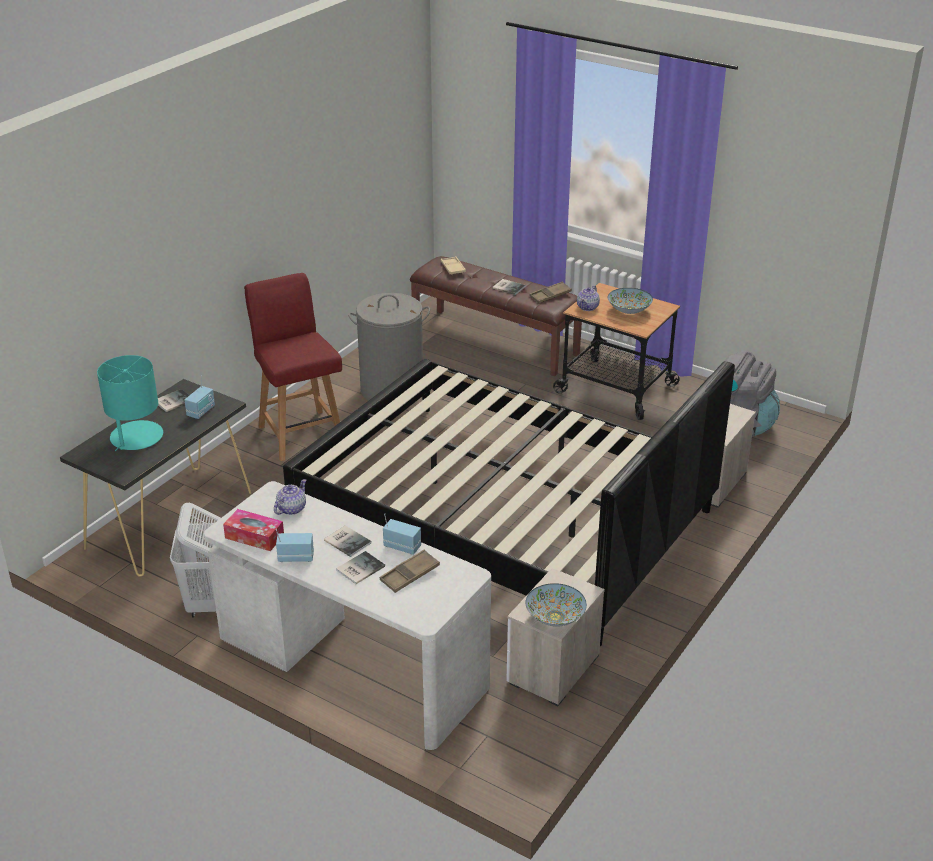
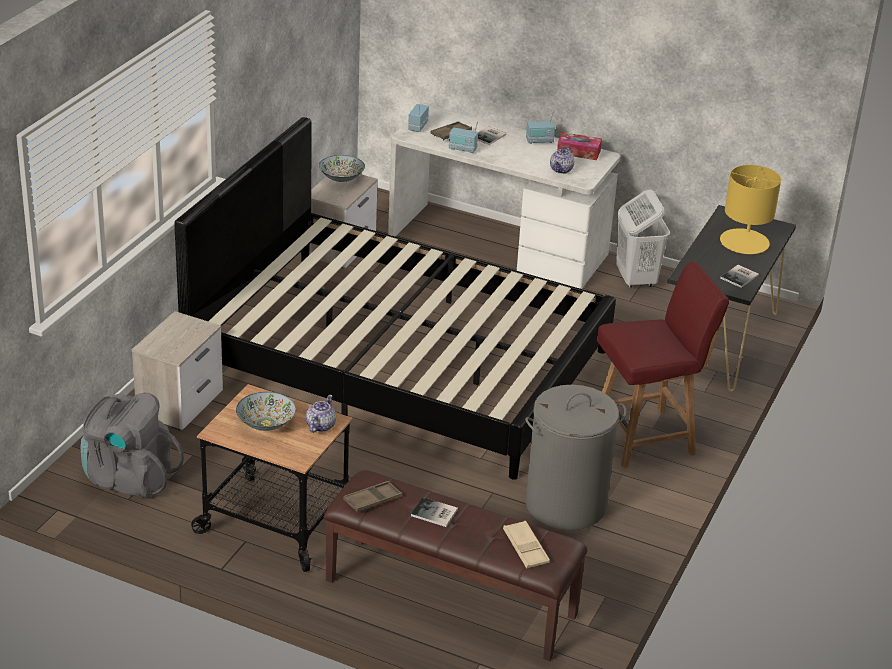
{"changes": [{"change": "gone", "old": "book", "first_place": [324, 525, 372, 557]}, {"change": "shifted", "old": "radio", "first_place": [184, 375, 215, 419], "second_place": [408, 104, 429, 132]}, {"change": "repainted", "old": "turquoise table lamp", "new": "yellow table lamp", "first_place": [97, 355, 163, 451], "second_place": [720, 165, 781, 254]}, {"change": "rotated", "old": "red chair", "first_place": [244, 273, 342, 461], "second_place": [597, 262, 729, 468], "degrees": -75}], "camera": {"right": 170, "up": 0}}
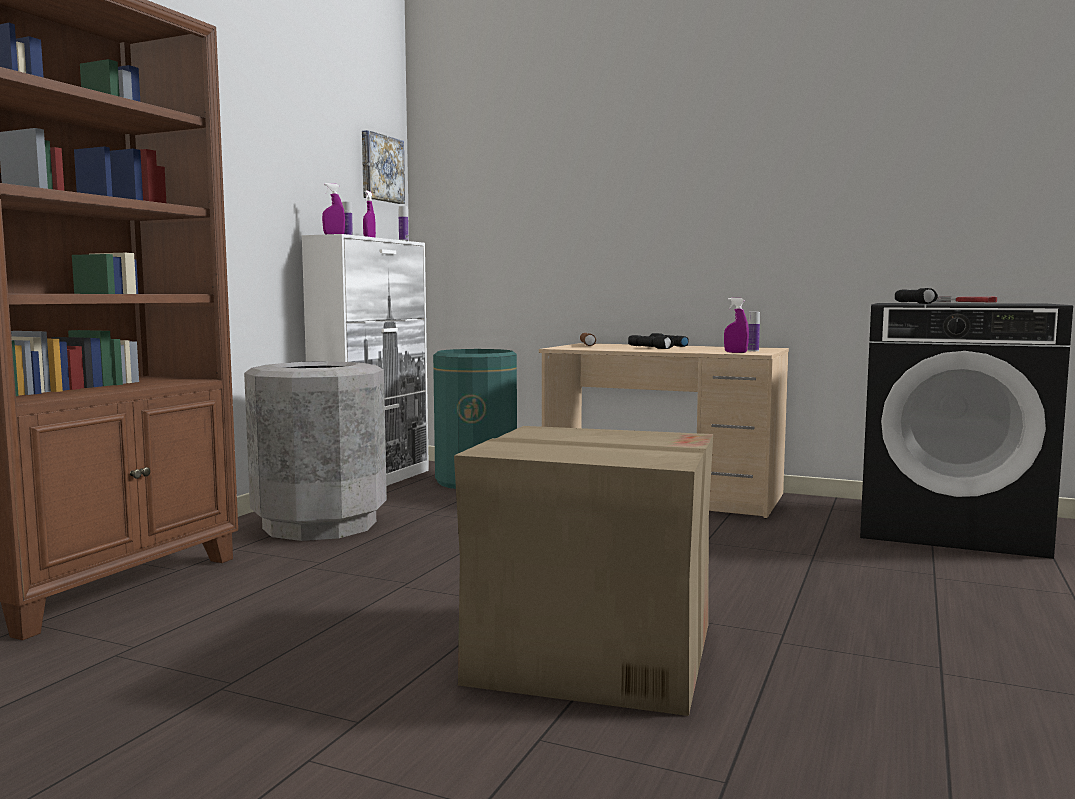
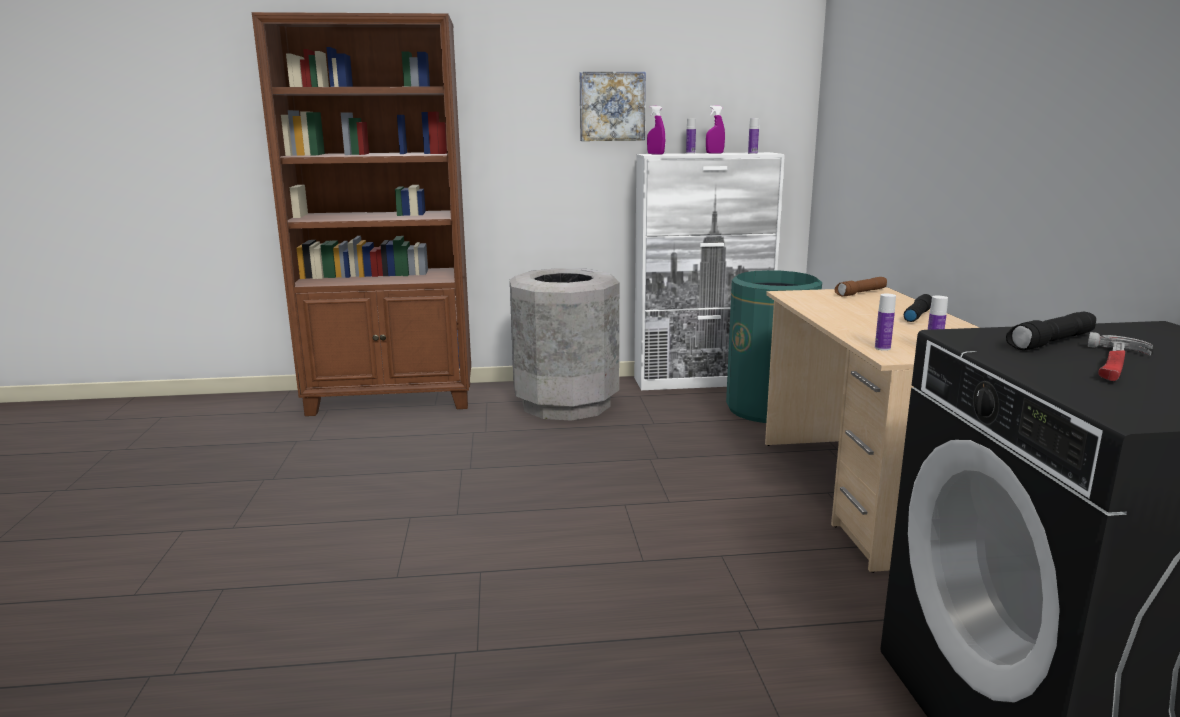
{"changes": [{"change": "gone", "old": "cardboard box", "first_place": [454, 426, 713, 716]}, {"change": "gone", "old": "black flashlight", "first_place": [628, 335, 674, 349]}, {"change": "shifted", "old": "picture", "first_place": [362, 130, 405, 204], "second_place": [580, 72, 646, 141]}, {"change": "swapped", "old": "purple spray bottle", "new": "bottle", "first_place": [724, 298, 749, 353], "second_place": [875, 294, 896, 351]}], "camera": {"right": 60, "up": 10}}
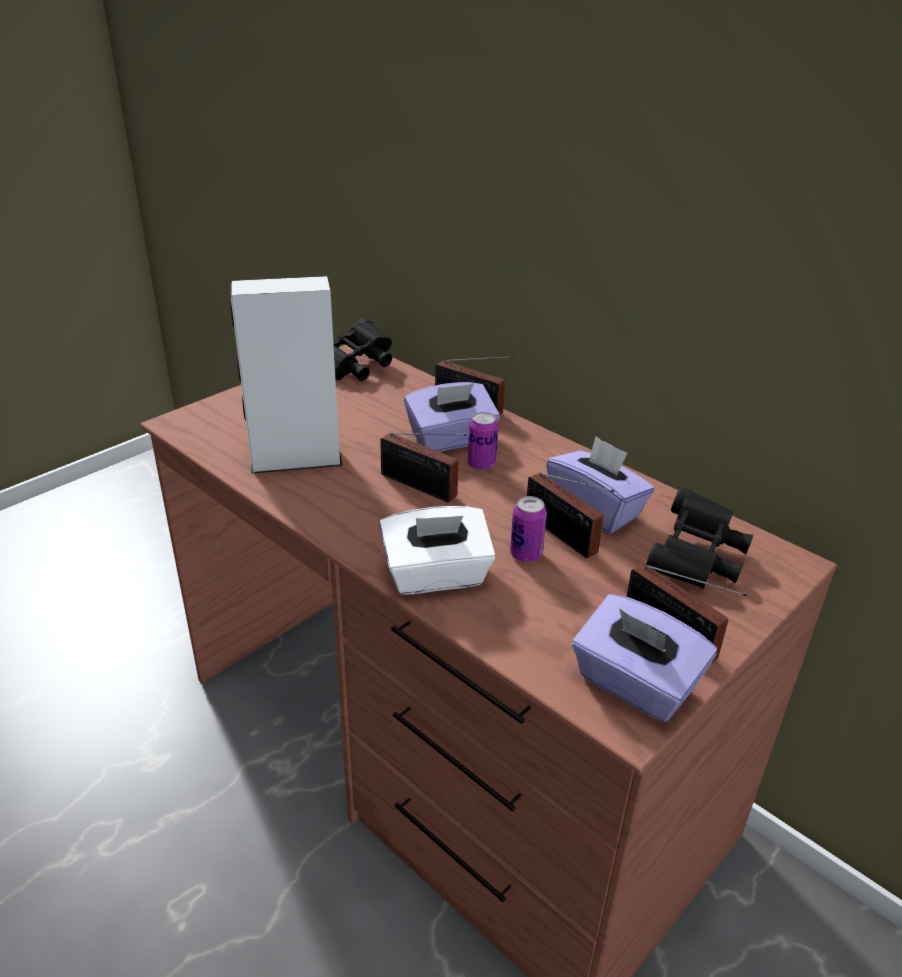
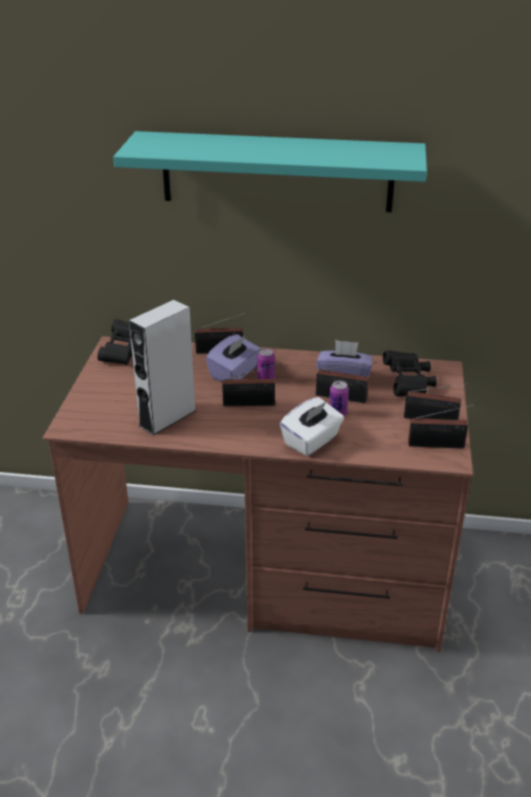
{"changes": [{"change": "new", "new": "turquoise shelf", "second_place": [113, 131, 427, 212]}, {"change": "swapped", "old": "purple tissue box", "new": "radio", "first_place": [572, 594, 717, 722], "second_place": [408, 404, 477, 449]}], "camera": {"right": -35, "up": 0}}
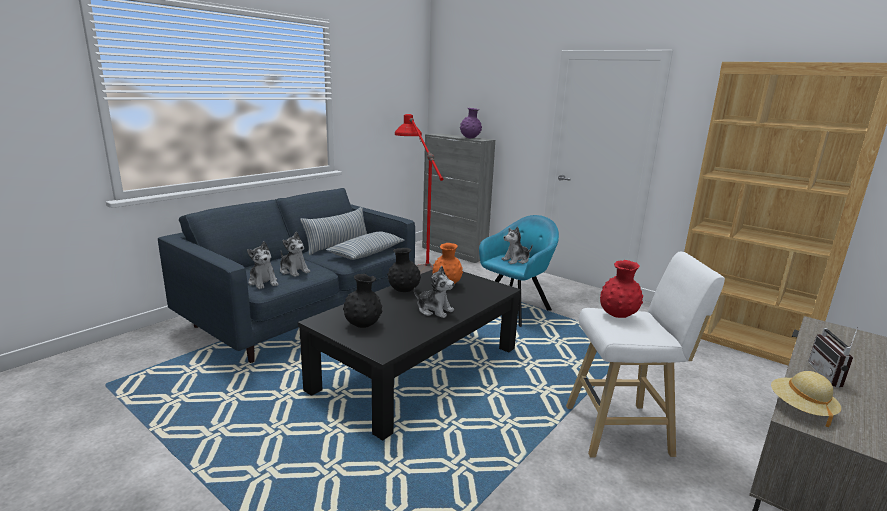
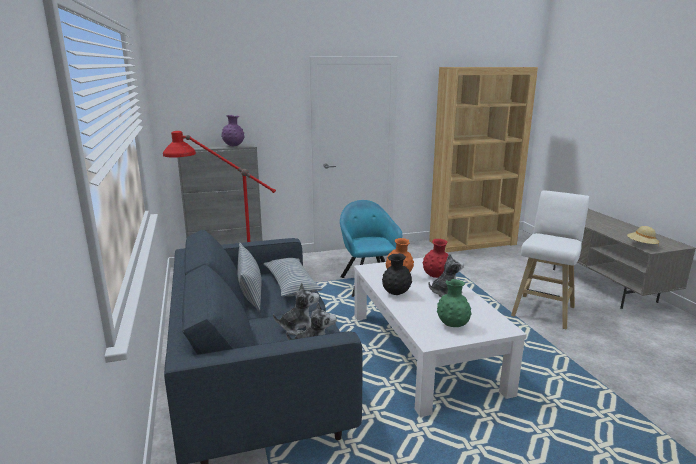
{"changes": [{"change": "gone", "old": "plush toy", "first_place": [502, 226, 533, 264]}, {"change": "gone", "old": "radio", "first_place": [808, 327, 858, 388]}, {"change": "shifted", "old": "red vase", "first_place": [600, 260, 643, 318], "second_place": [422, 239, 448, 278]}, {"change": "repainted", "old": "black coffee table", "new": "white coffee table", "first_place": [298, 270, 521, 441], "second_place": [354, 257, 527, 417]}, {"change": "repainted", "old": "black vase", "new": "green vase", "first_place": [343, 274, 382, 328], "second_place": [437, 279, 472, 327]}], "camera": {"right": -55, "up": 0}}
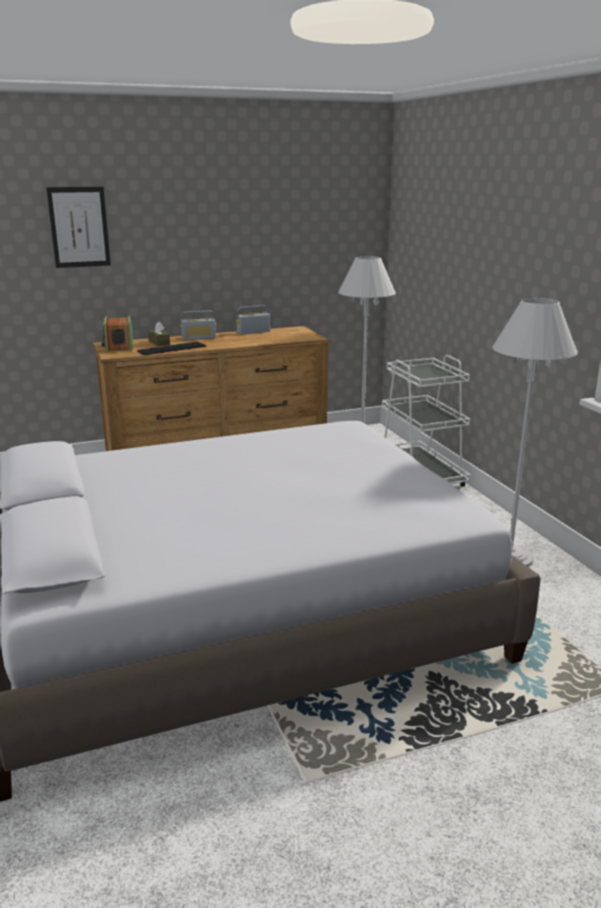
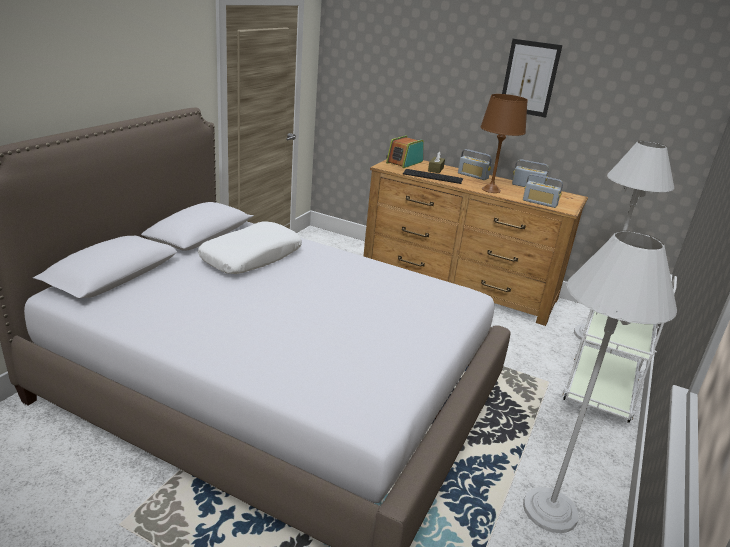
{"changes": [{"change": "new", "new": "white pillow", "second_place": [198, 221, 302, 274]}, {"change": "new", "new": "brown table lamp", "second_place": [480, 94, 528, 193]}, {"change": "new", "new": "radio", "second_place": [523, 174, 563, 208]}, {"change": "shifted", "old": "picture", "first_place": [46, 187, 111, 268], "second_place": [502, 39, 562, 118]}], "camera": {"right": 45, "up": 5}}
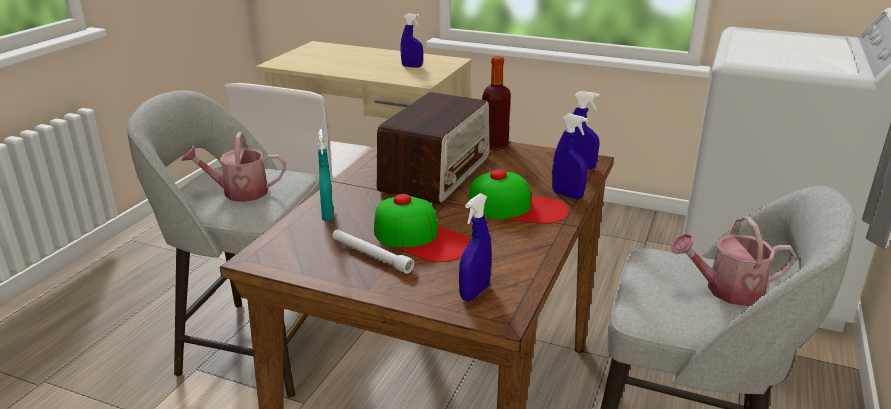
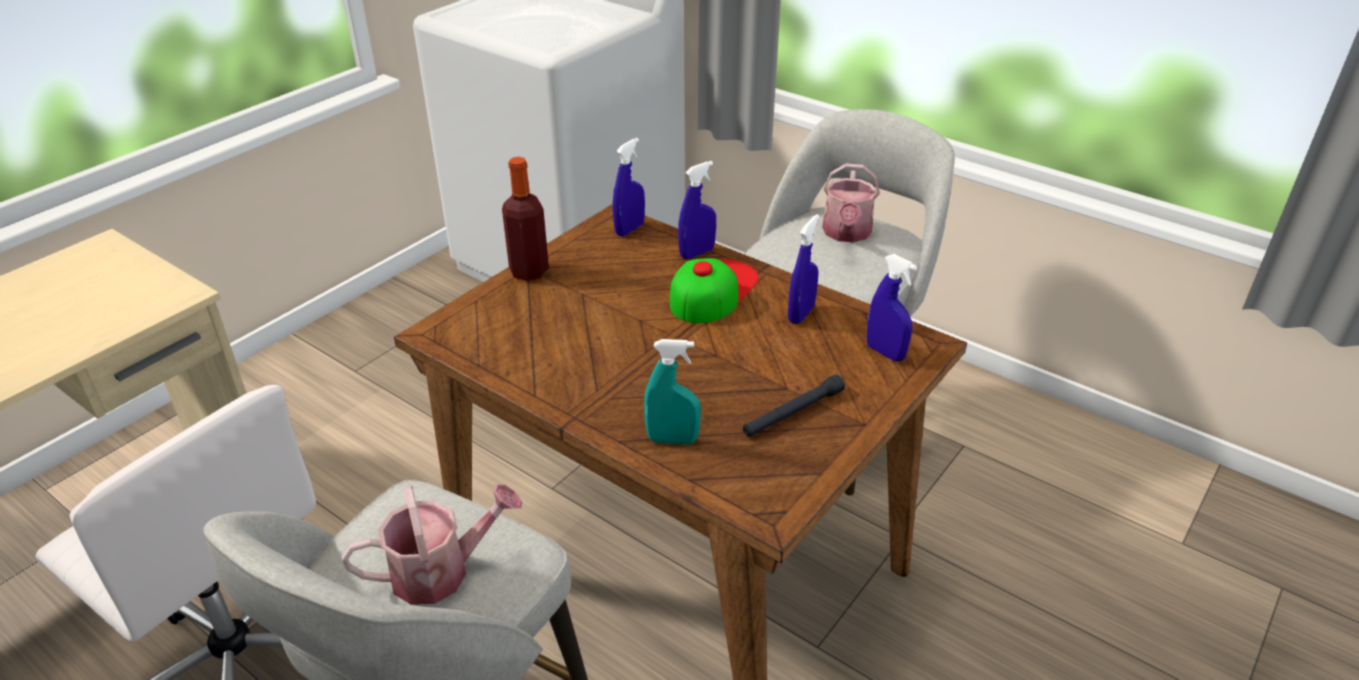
{"changes": [{"change": "gone", "old": "cap", "first_place": [374, 194, 470, 262]}, {"change": "gone", "old": "radio", "first_place": [377, 92, 490, 204]}, {"change": "shifted", "old": "blue spray bottle", "first_place": [400, 13, 423, 68], "second_place": [788, 214, 819, 324]}, {"change": "repainted", "old": "white flashlight", "new": "black flashlight", "first_place": [332, 229, 414, 274], "second_place": [743, 374, 845, 437]}, {"change": "rotated", "old": "watering can", "first_place": [181, 132, 286, 202], "second_place": [342, 484, 522, 605], "degrees": -120}], "camera": {"right": -75, "up": 10}}
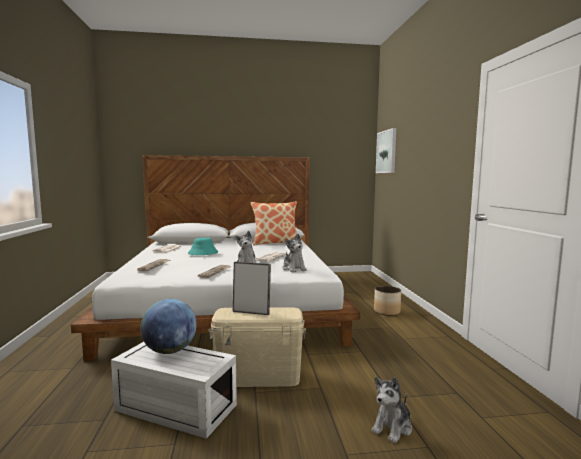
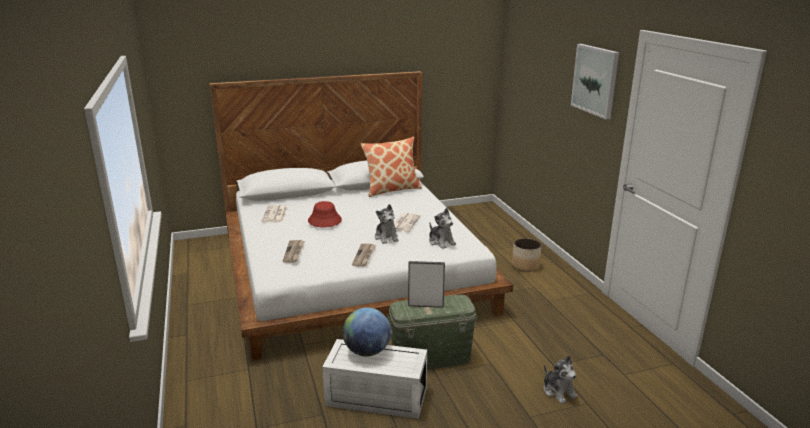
{"changes": [{"change": "shifted", "old": "picture", "first_place": [376, 128, 396, 173], "second_place": [571, 44, 619, 119]}, {"change": "repainted", "old": "turquoise hat", "new": "red hat", "first_place": [188, 238, 218, 255], "second_place": [308, 201, 342, 228]}, {"change": "repainted", "old": "beige storage box", "new": "green storage box", "first_place": [208, 307, 306, 387], "second_place": [387, 295, 478, 370]}, {"change": "rotated", "old": "plush toy", "first_place": [371, 377, 412, 443], "second_place": [543, 355, 577, 404], "degrees": -60}], "camera": {"right": -10, "up": 15}}
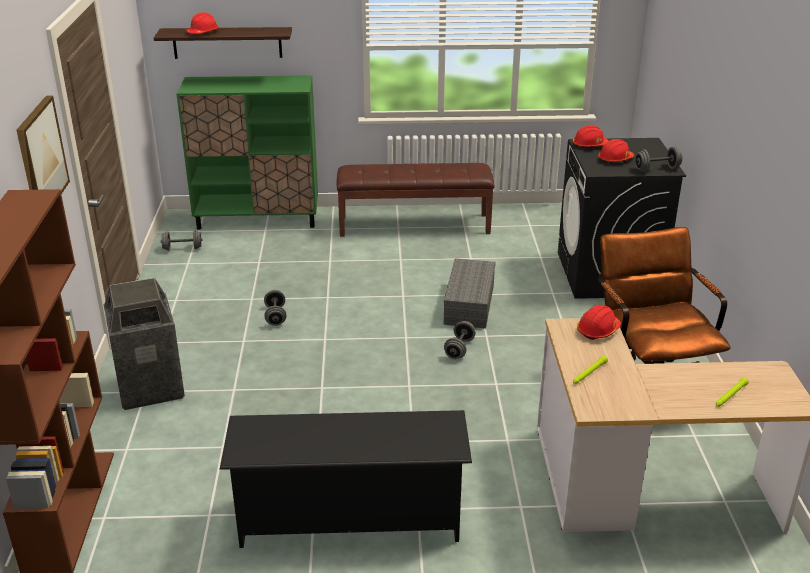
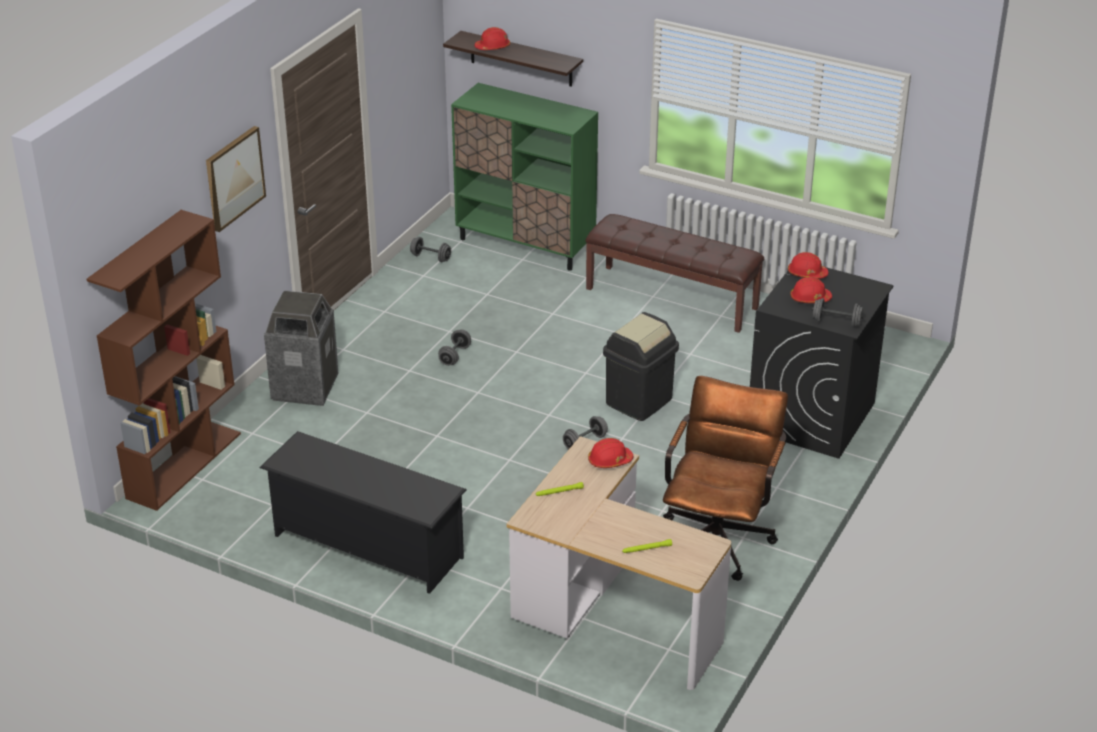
{"changes": [{"change": "swapped", "old": "grey storage box", "new": "black trash can", "first_place": [444, 259, 496, 329], "second_place": [603, 312, 679, 421]}], "camera": {"right": 30, "up": 5}}
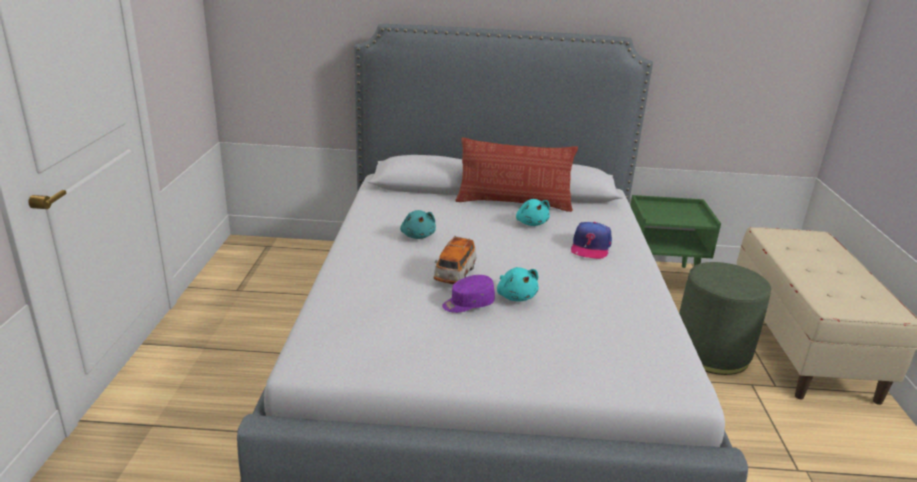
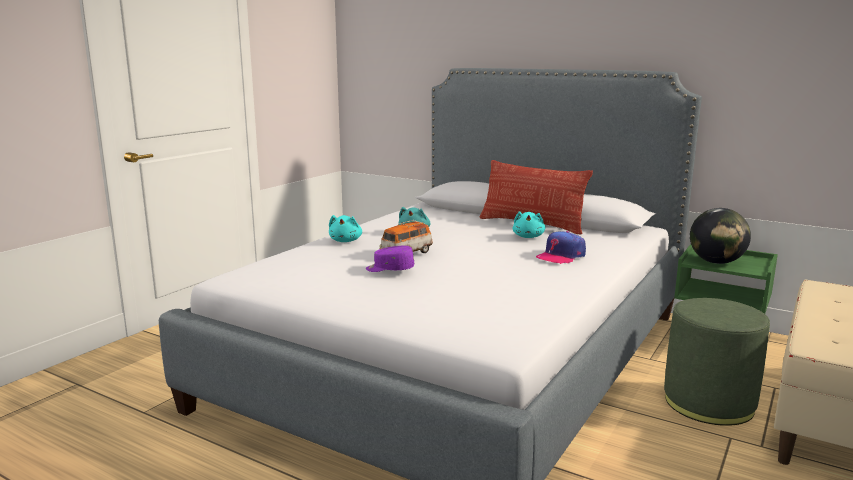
{"changes": [{"change": "new", "new": "globe", "second_place": [690, 208, 751, 264]}, {"change": "shifted", "old": "turquoise plush toy", "first_place": [497, 267, 539, 301], "second_place": [329, 215, 362, 242]}], "camera": {"right": 30, "up": -10}}
